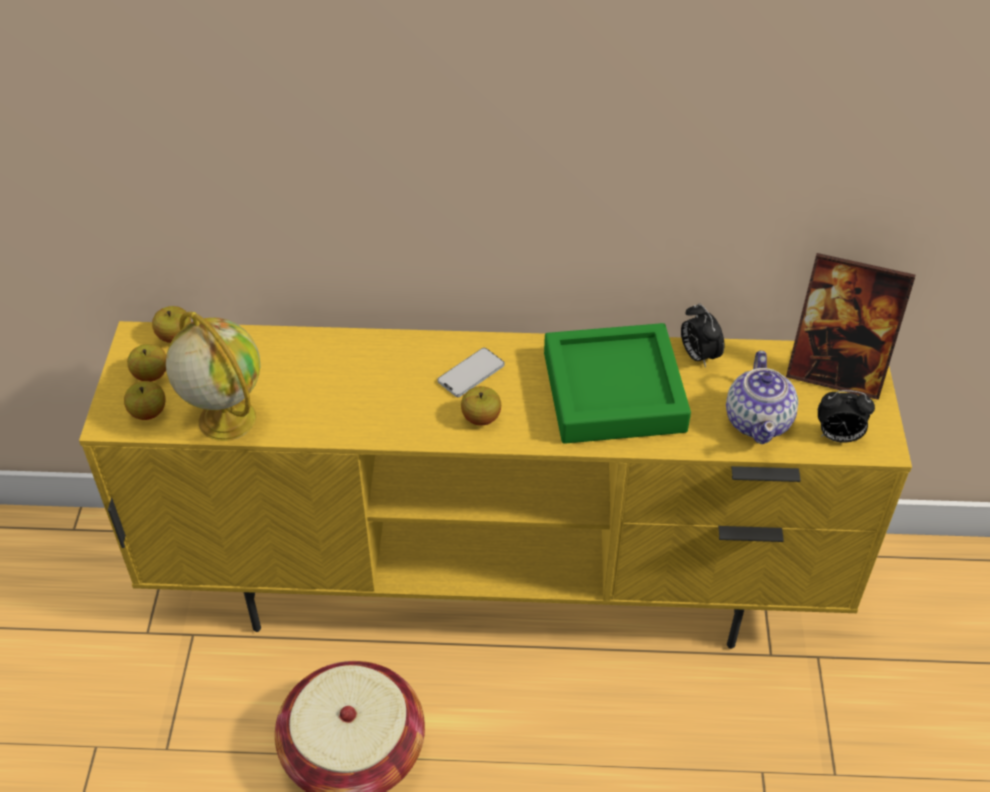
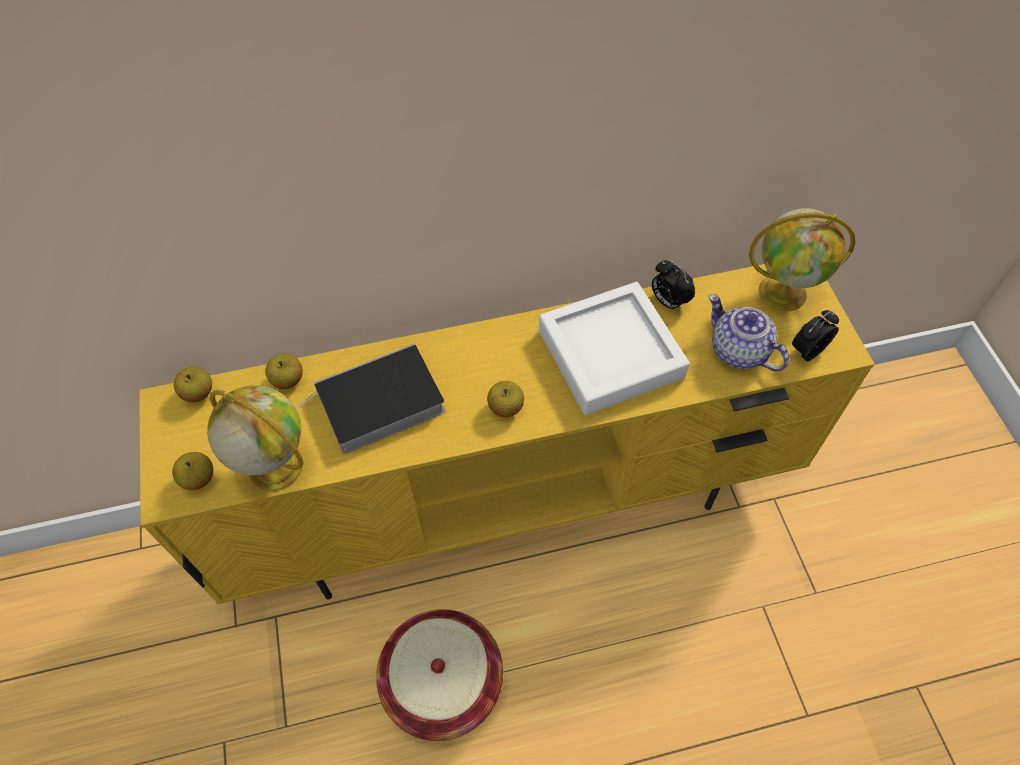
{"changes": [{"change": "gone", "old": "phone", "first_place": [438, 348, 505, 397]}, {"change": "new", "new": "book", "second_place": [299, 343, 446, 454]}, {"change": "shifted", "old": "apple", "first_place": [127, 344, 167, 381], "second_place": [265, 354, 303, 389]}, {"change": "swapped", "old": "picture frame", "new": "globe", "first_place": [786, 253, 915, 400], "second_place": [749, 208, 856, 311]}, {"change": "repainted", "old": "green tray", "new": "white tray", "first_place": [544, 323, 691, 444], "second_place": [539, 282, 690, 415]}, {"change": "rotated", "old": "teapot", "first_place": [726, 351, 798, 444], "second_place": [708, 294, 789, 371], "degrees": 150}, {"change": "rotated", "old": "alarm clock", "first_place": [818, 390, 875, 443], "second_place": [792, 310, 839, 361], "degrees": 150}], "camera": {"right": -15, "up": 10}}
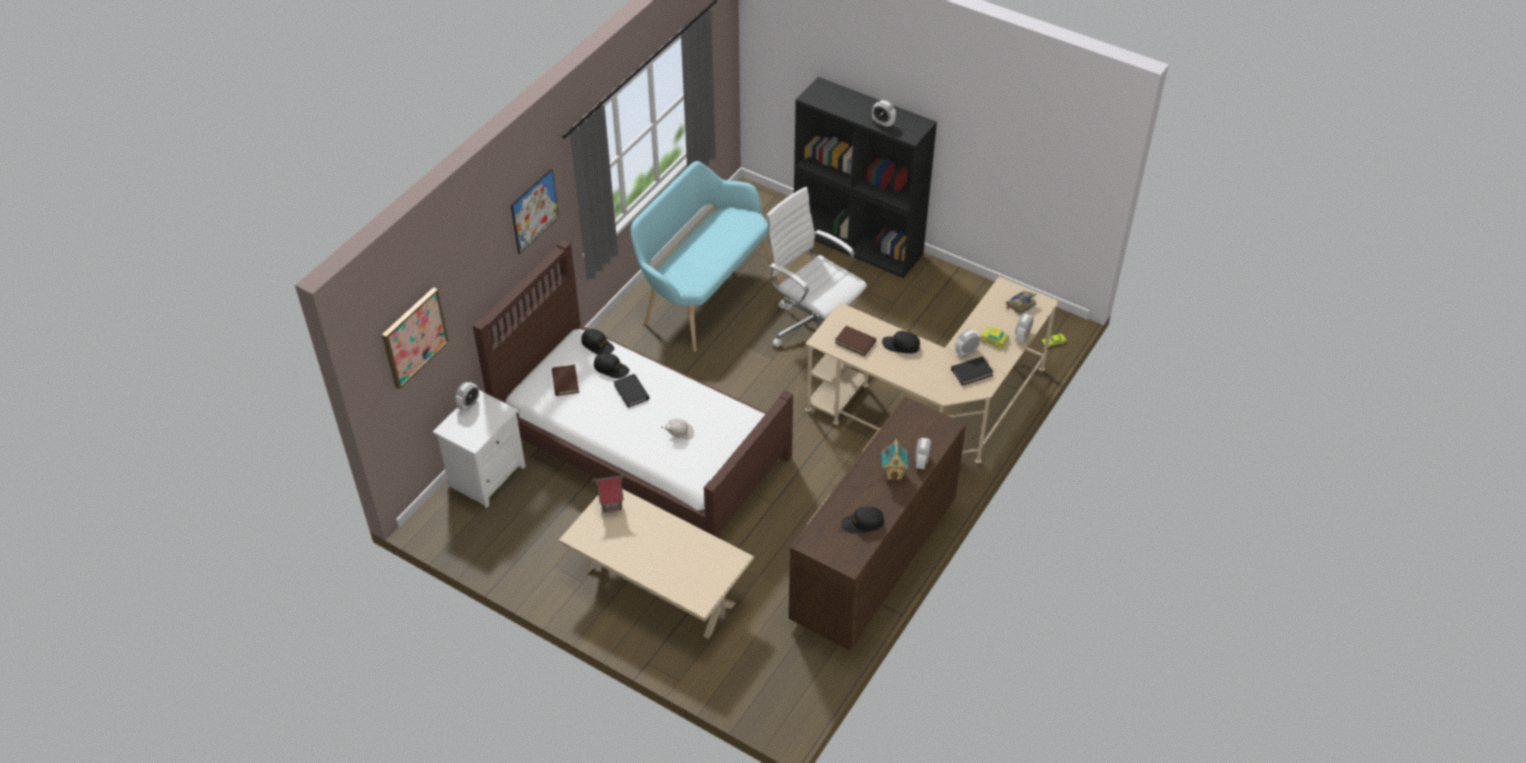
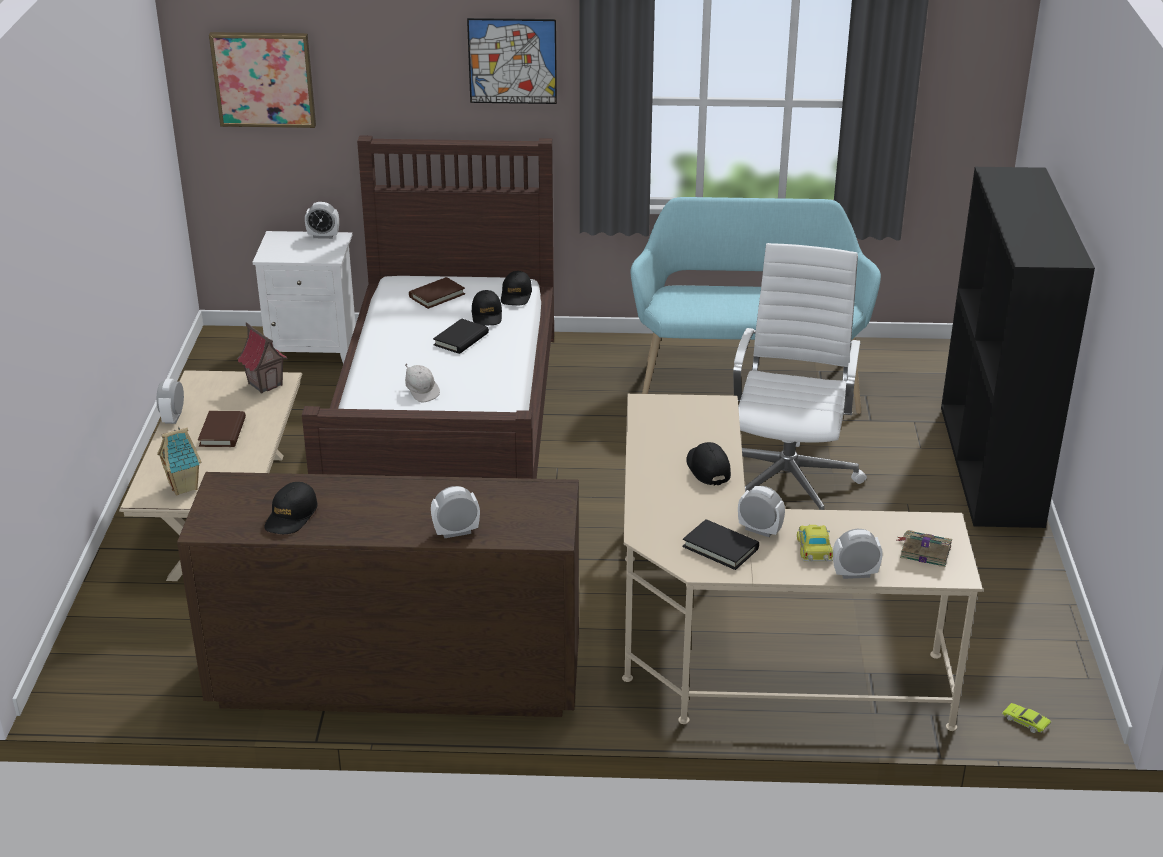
{"changes": [{"change": "shifted", "old": "brown book", "first_place": [835, 326, 876, 356], "second_place": [198, 411, 246, 447]}, {"change": "shifted", "old": "alarm clock", "first_place": [872, 100, 896, 127], "second_place": [157, 379, 184, 424]}, {"change": "shifted", "old": "toy house", "first_place": [882, 439, 909, 481], "second_place": [157, 427, 201, 495]}, {"change": "rotated", "old": "black cap", "first_place": [841, 507, 885, 534], "second_place": [264, 482, 318, 534], "degrees": -120}], "camera": {"right": 60, "up": -15}}
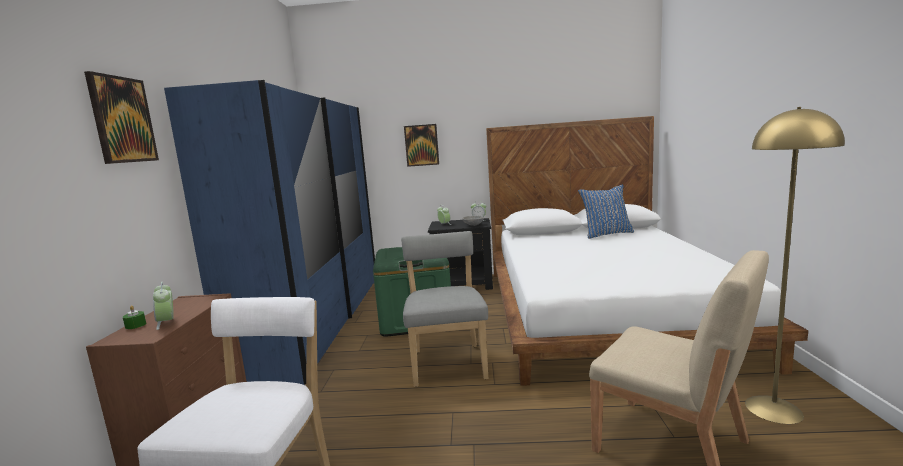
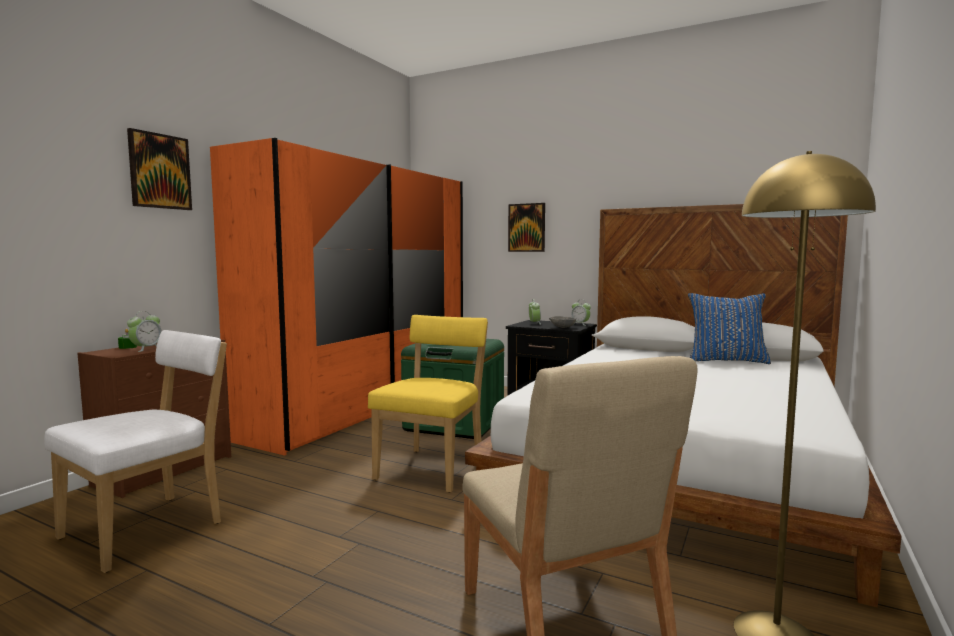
{"changes": [{"change": "repainted", "old": "blue wardrobe", "new": "orange wardrobe", "first_place": [164, 80, 375, 385], "second_place": [210, 138, 463, 456]}, {"change": "repainted", "old": "grey chair", "new": "yellow chair", "first_place": [401, 231, 488, 387], "second_place": [368, 315, 488, 493]}, {"change": "rotated", "old": "alarm clock", "first_place": [153, 281, 174, 330], "second_place": [127, 311, 162, 352], "degrees": -150}], "camera": {"right": 25, "up": -5}}
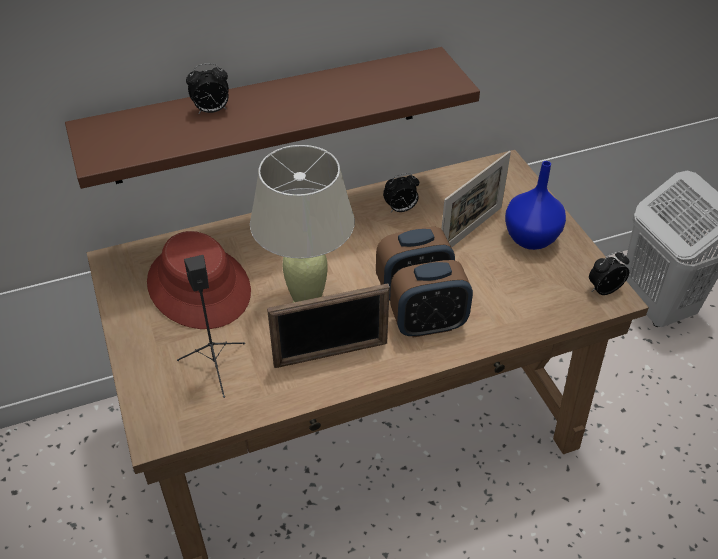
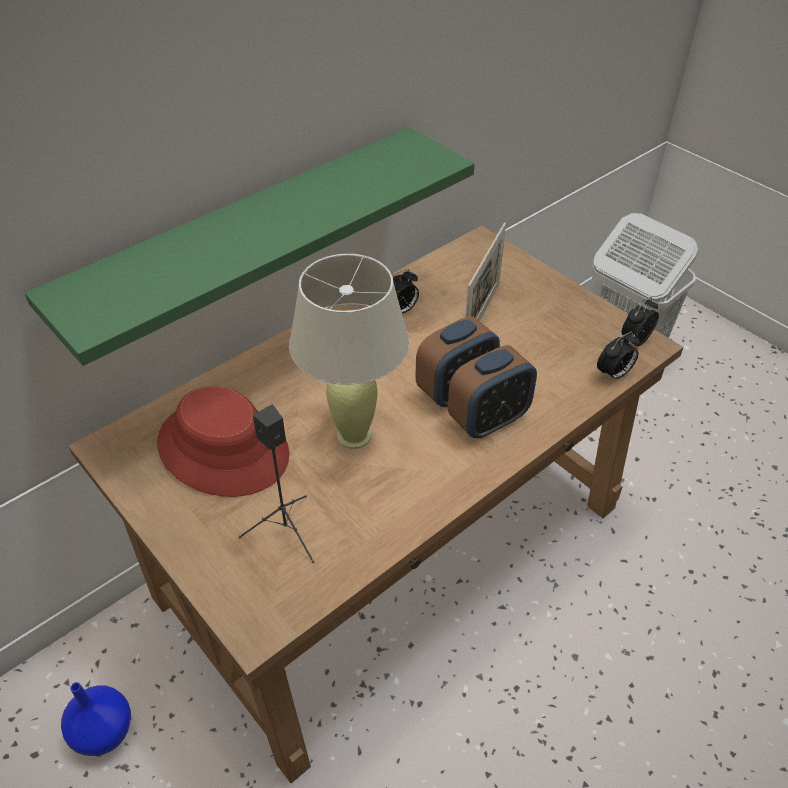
{"changes": [{"change": "gone", "old": "picture frame", "first_place": [267, 283, 390, 368]}, {"change": "shifted", "old": "alarm clock", "first_place": [186, 63, 229, 114], "second_place": [597, 332, 640, 381]}, {"change": "shifted", "old": "blue vase", "first_place": [505, 161, 566, 250], "second_place": [61, 682, 131, 756]}, {"change": "repainted", "old": "brown shelf", "new": "green shelf", "first_place": [65, 47, 480, 189], "second_place": [25, 127, 475, 366]}], "camera": {"right": -20, "up": 0}}
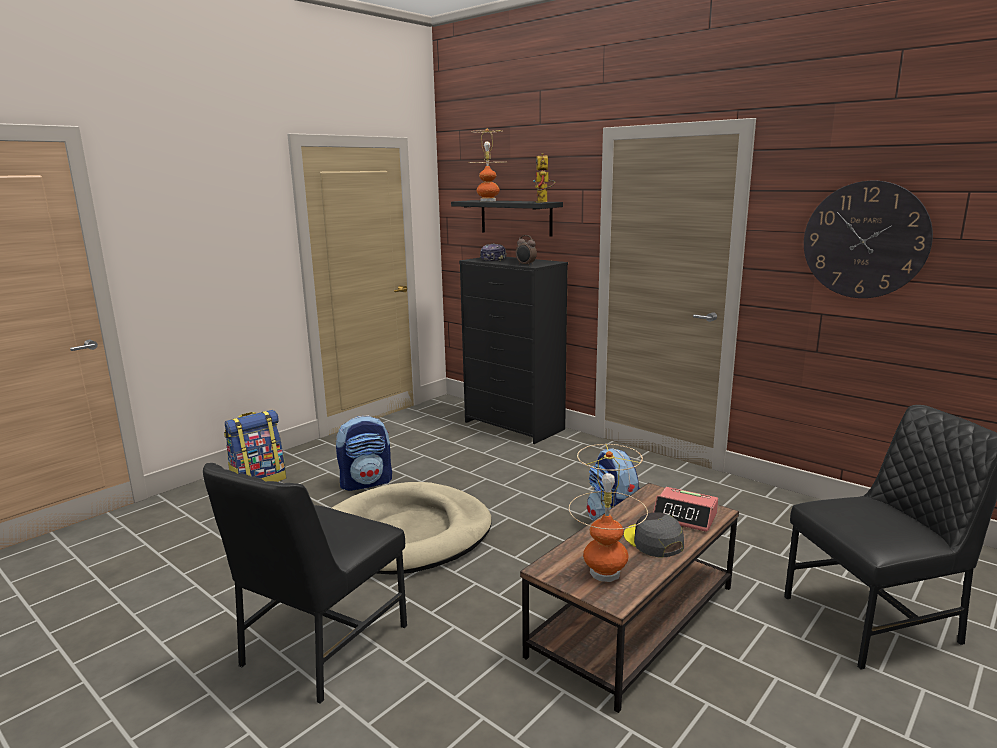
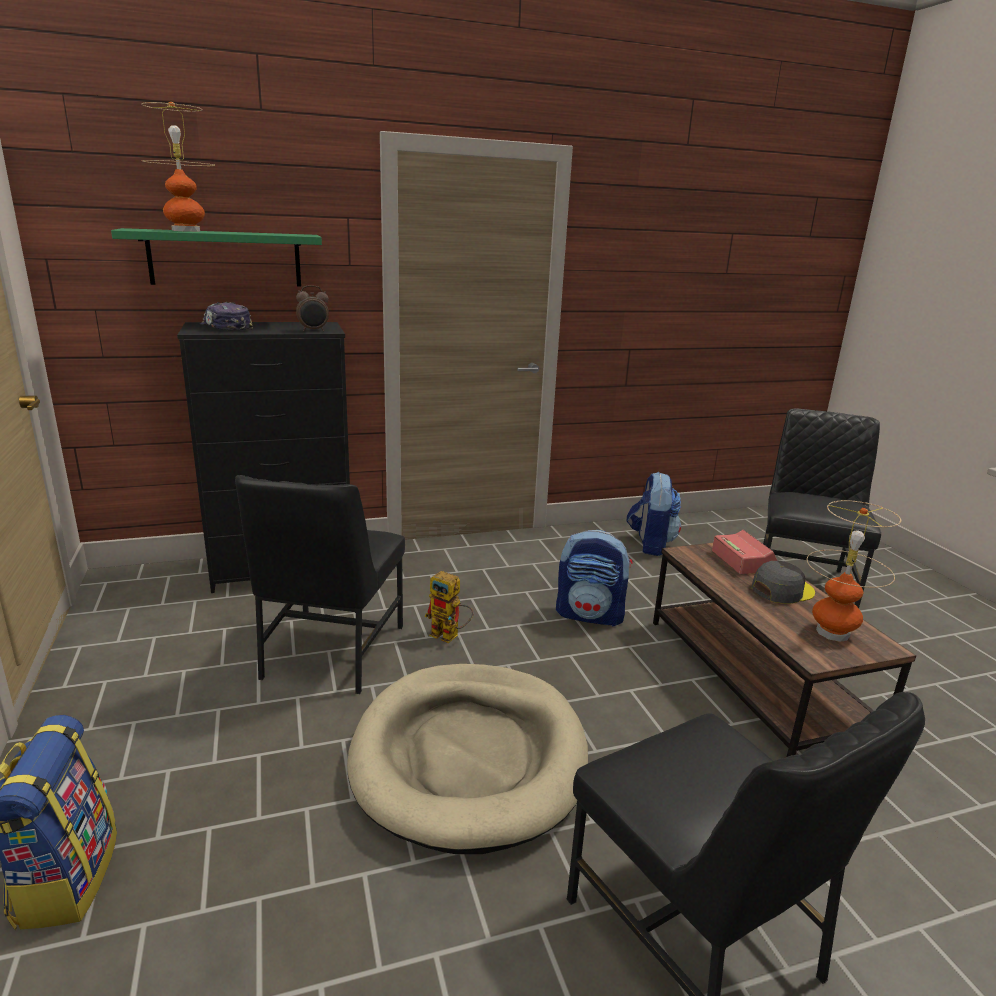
{"changes": [{"change": "gone", "old": "wall clock", "first_place": [804, 181, 933, 298]}, {"change": "new", "new": "black chair", "second_place": [235, 475, 405, 694]}, {"change": "shifted", "old": "backpack", "first_place": [336, 415, 392, 491], "second_place": [627, 472, 681, 556]}, {"change": "shifted", "old": "toy robot", "first_place": [533, 153, 555, 203], "second_place": [425, 571, 474, 643]}, {"change": "repainted", "old": "black shelf", "new": "green shelf", "first_place": [451, 200, 563, 237], "second_place": [111, 228, 322, 287]}, {"change": "rotated", "old": "grey cap", "first_place": [624, 512, 684, 558], "second_place": [751, 561, 815, 604], "degrees": 150}, {"change": "rotated", "old": "alarm clock", "first_place": [653, 487, 718, 532], "second_place": [712, 530, 777, 574], "degrees": -75}], "camera": {"right": -60, "up": 5}}
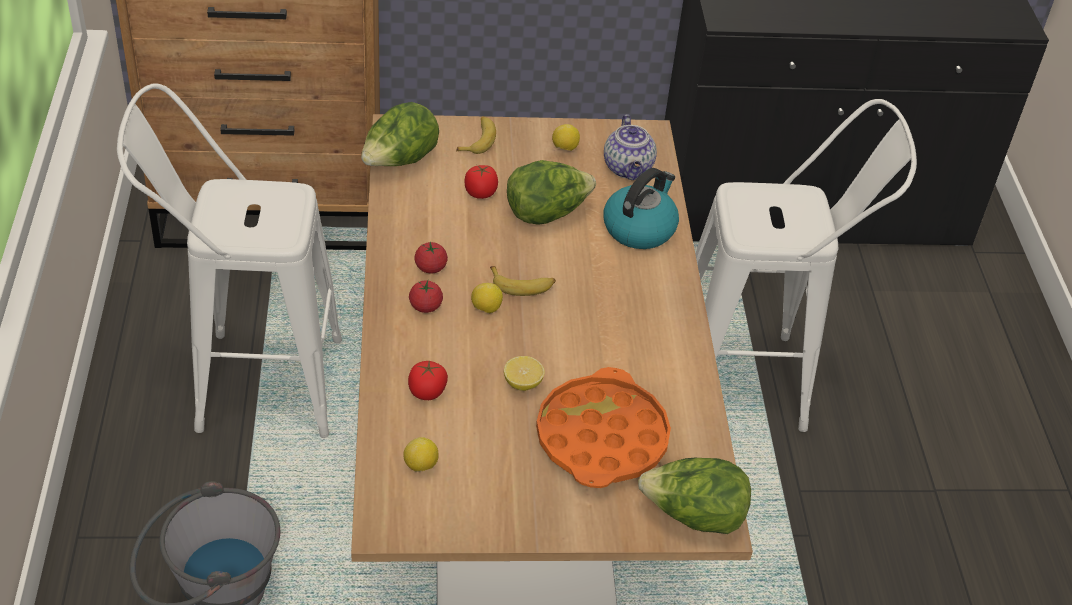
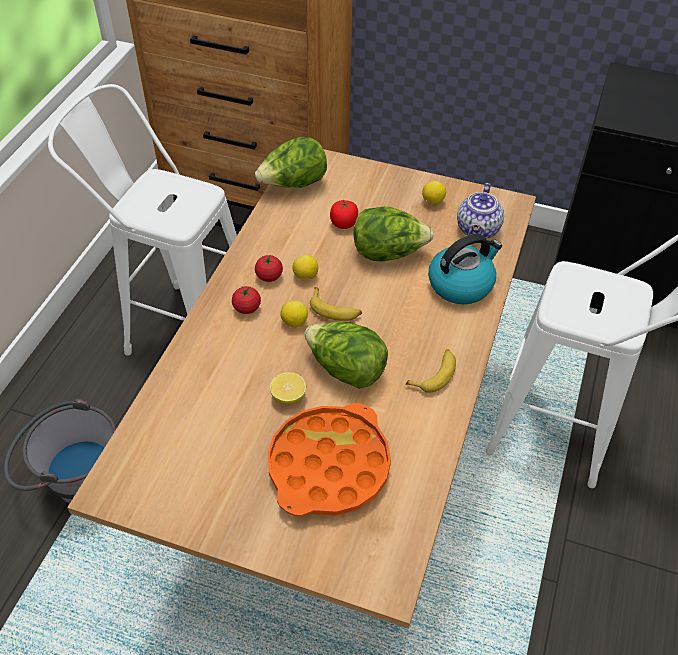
{"changes": [{"change": "gone", "old": "tomato", "first_place": [408, 361, 448, 400]}, {"change": "shifted", "old": "lemon", "first_place": [403, 437, 439, 472], "second_place": [292, 255, 318, 279]}, {"change": "shifted", "old": "banana", "first_place": [456, 116, 496, 154], "second_place": [406, 349, 456, 392]}, {"change": "shifted", "old": "lettuce", "first_place": [638, 458, 751, 534], "second_place": [304, 322, 388, 389]}], "camera": {"right": 25, "up": 5}}
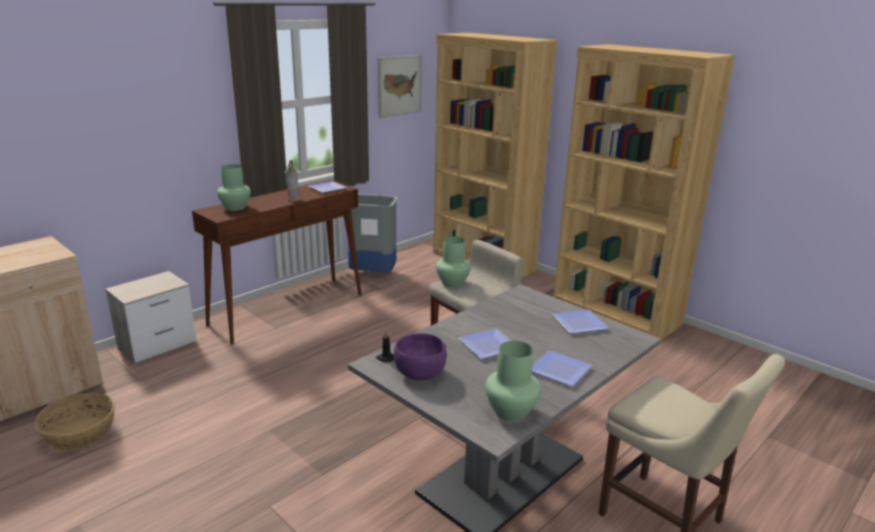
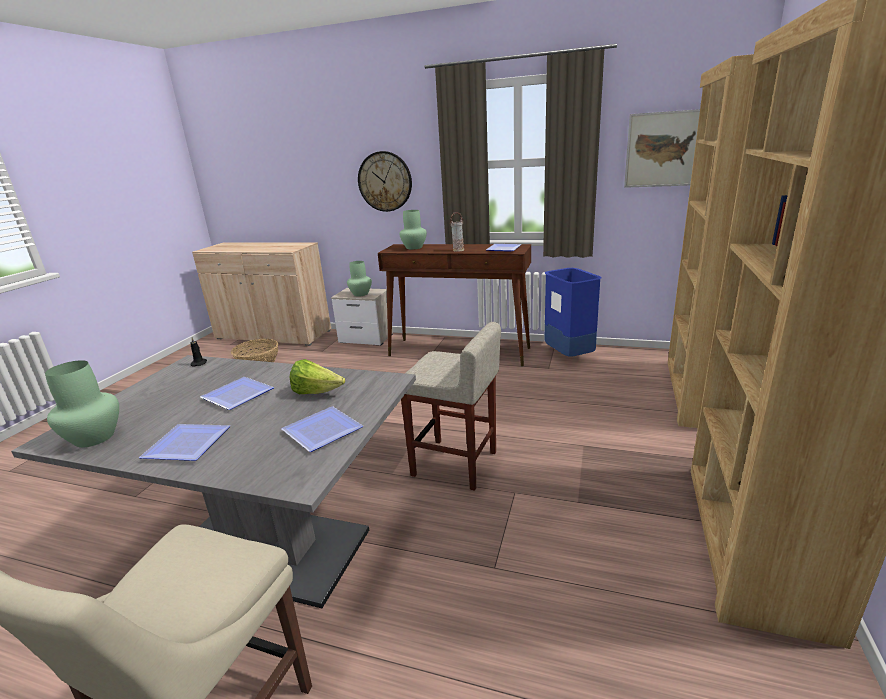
{"changes": [{"change": "gone", "old": "purple bowl", "first_place": [394, 333, 447, 380]}, {"change": "new", "new": "lettuce", "second_place": [290, 359, 345, 394]}, {"change": "new", "new": "wall clock", "second_place": [358, 151, 412, 212]}, {"change": "shifted", "old": "green vase", "first_place": [436, 236, 471, 287], "second_place": [347, 261, 372, 297]}, {"change": "repainted", "old": "grey trash can", "new": "blue trash can", "first_place": [348, 194, 397, 272], "second_place": [544, 268, 602, 357]}], "camera": {"right": 65, "up": 0}}
